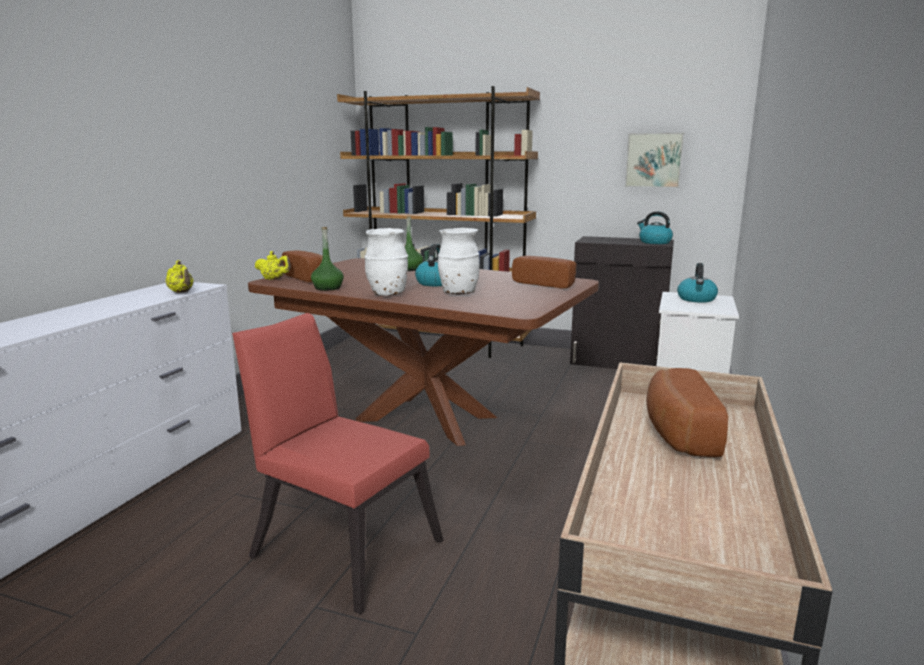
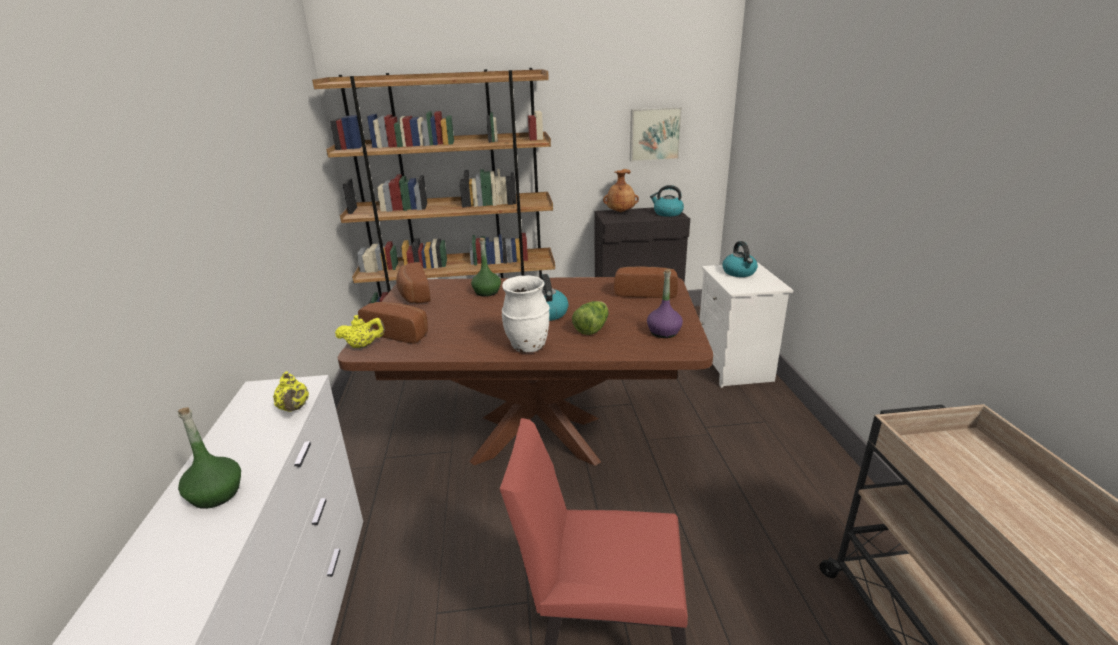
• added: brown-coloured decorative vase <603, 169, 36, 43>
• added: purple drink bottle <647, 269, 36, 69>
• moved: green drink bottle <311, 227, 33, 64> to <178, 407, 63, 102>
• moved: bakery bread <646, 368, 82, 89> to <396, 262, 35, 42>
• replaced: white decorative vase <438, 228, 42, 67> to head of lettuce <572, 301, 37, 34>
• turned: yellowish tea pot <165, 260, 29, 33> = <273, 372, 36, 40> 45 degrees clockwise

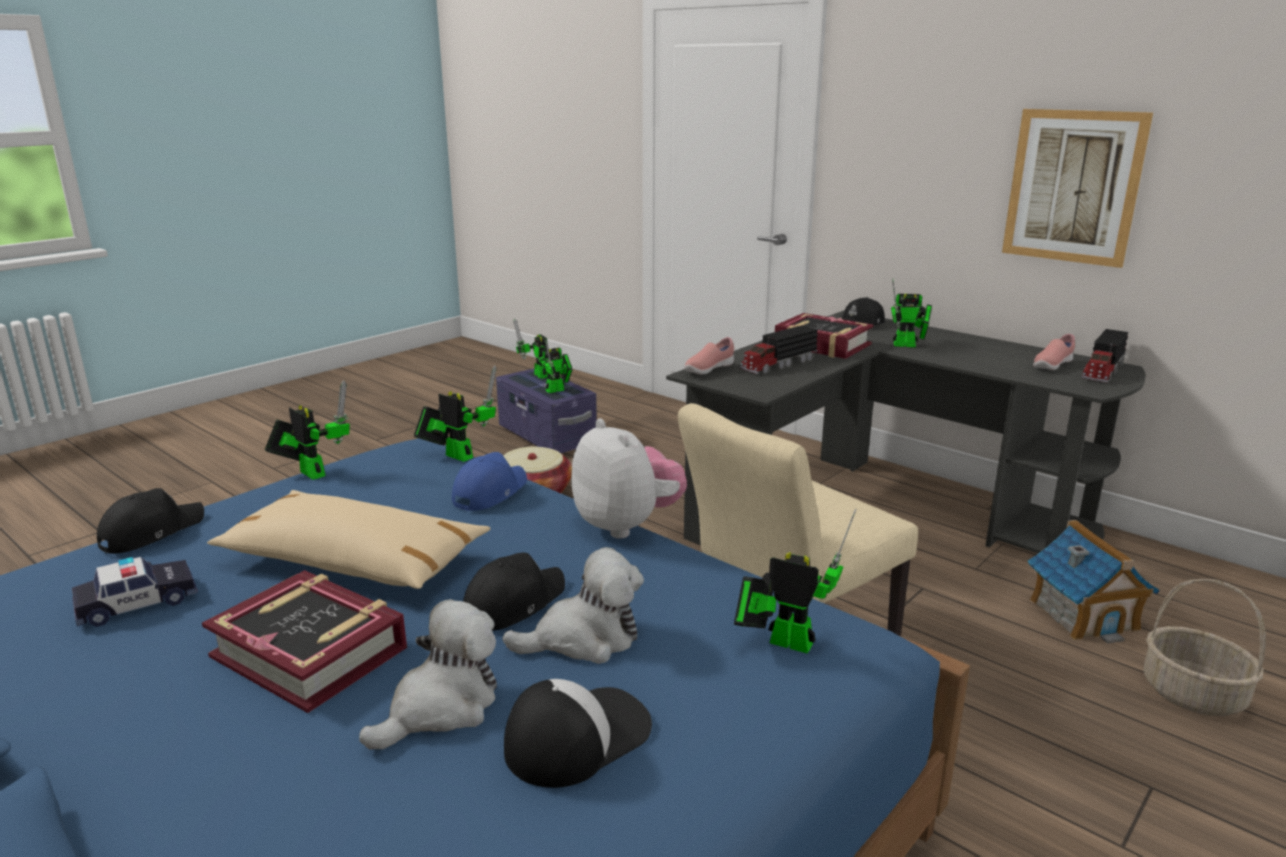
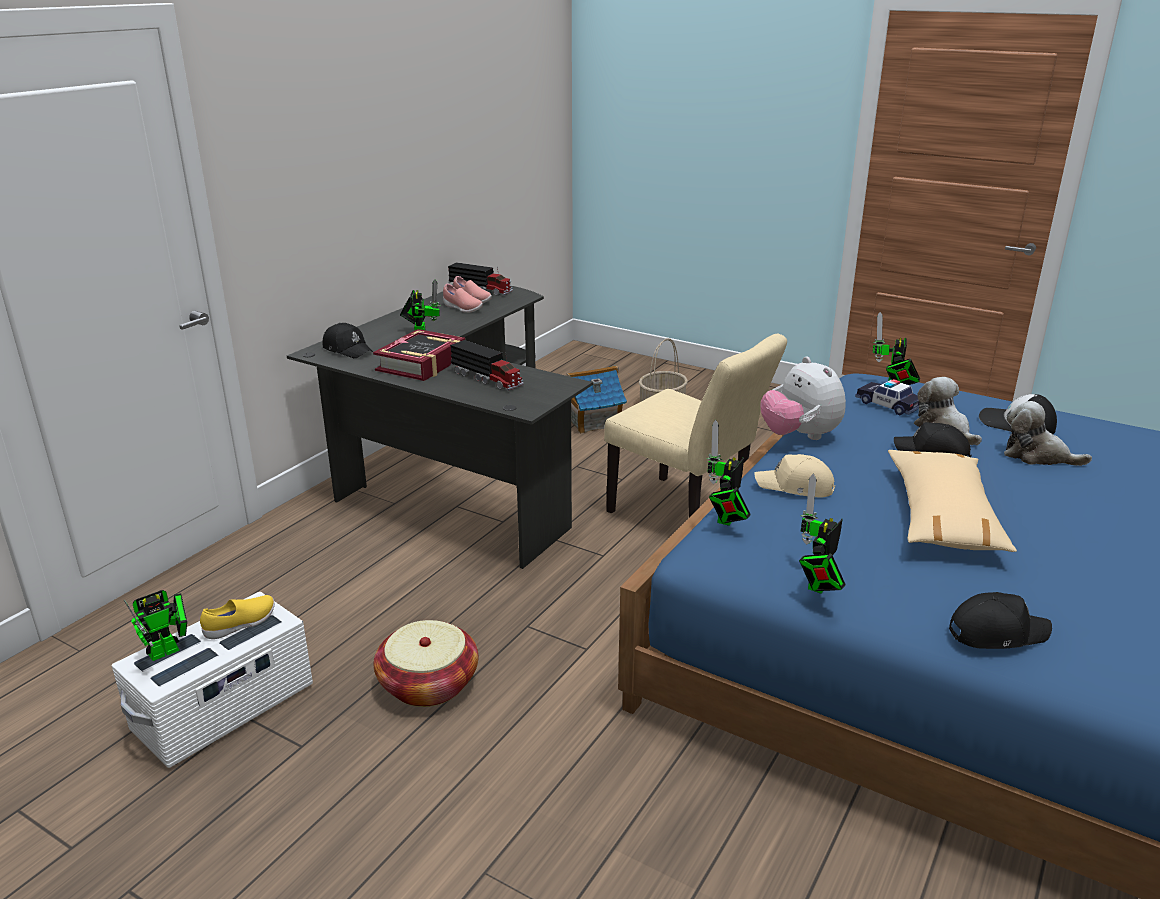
• removed: bound book <202, 570, 205, 143>
• removed: wall picture <1002, 109, 151, 159>
• moved: miniature car <72, 557, 126, 70> to <855, 379, 64, 36>
• moved: pinkish item of footwear <684, 337, 50, 37> to <443, 284, 40, 29>
• replaced: robot figure <541, 340, 32, 53> to yellowish item of footwear <200, 595, 75, 44>
• recoloured: blue-coloured baseball cap <452, 452, 75, 59> to sand-coloured baseball cap <755, 454, 80, 44>
• recoloured: purple storage bin <496, 369, 101, 84> to white storage bin <111, 592, 202, 176>
• turned: black baseball cap <97, 488, 107, 66> = <949, 592, 103, 57> 150 degrees clockwise
• turned: plush toy <571, 418, 116, 121> = <760, 356, 86, 84> 75 degrees counterclockwise

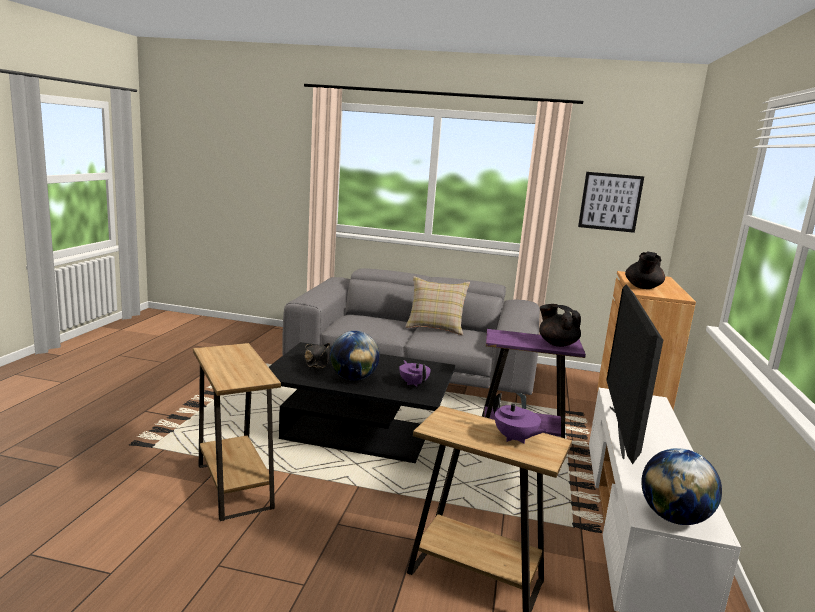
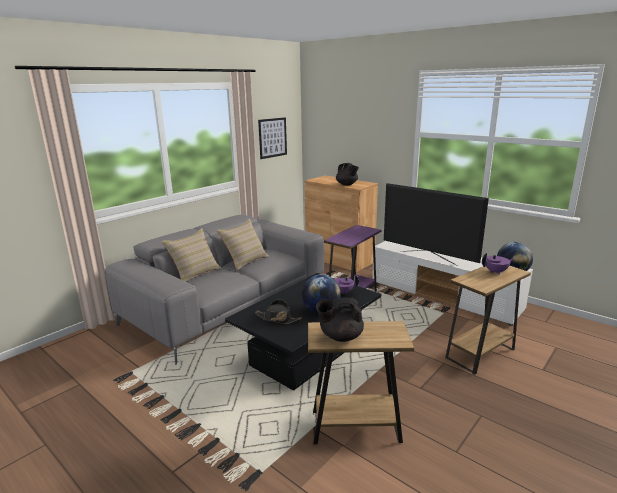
• added: sand-coloured cushion <161, 228, 61, 54>
• moved: black tea pot <539, 304, 42, 43> to <316, 297, 48, 45>

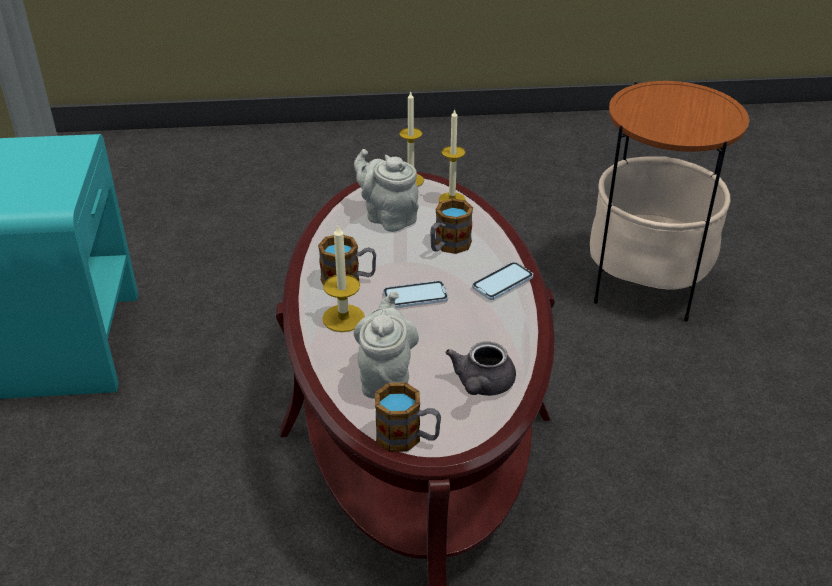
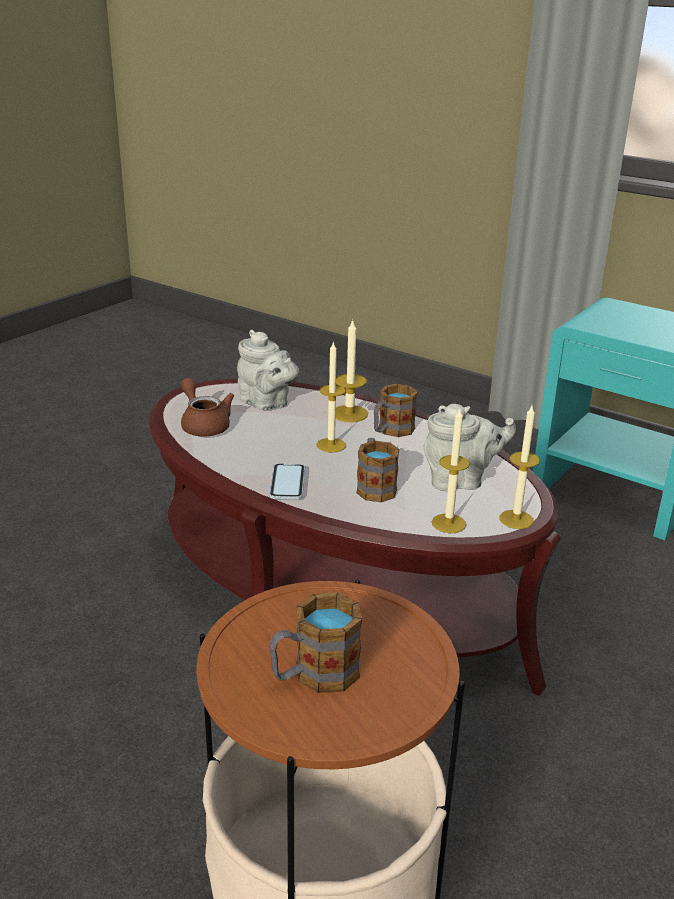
• moved: tea mug <375, 382, 66, 70> to <269, 592, 93, 101>
• replaced: telephone <383, 281, 65, 27> to wax light <317, 341, 29, 111>
• recoloured: greyish tea pot <446, 341, 70, 55> to brown-coloured tea pot <181, 378, 53, 59>

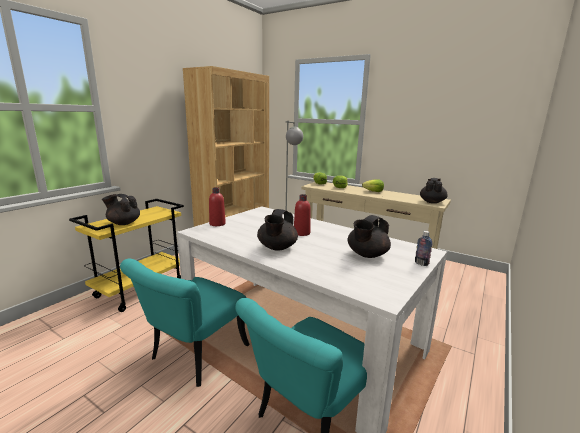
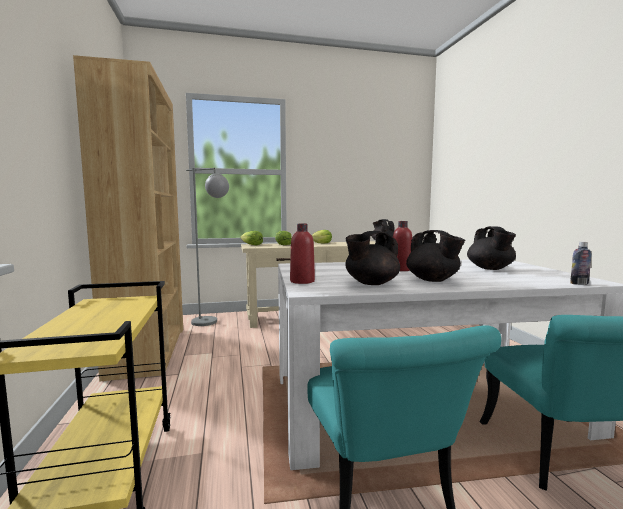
• moved: black tea pot <102, 194, 38, 31> to <345, 231, 55, 54>
• moved: drink bottle <415, 231, 17, 35> to <570, 242, 22, 43>

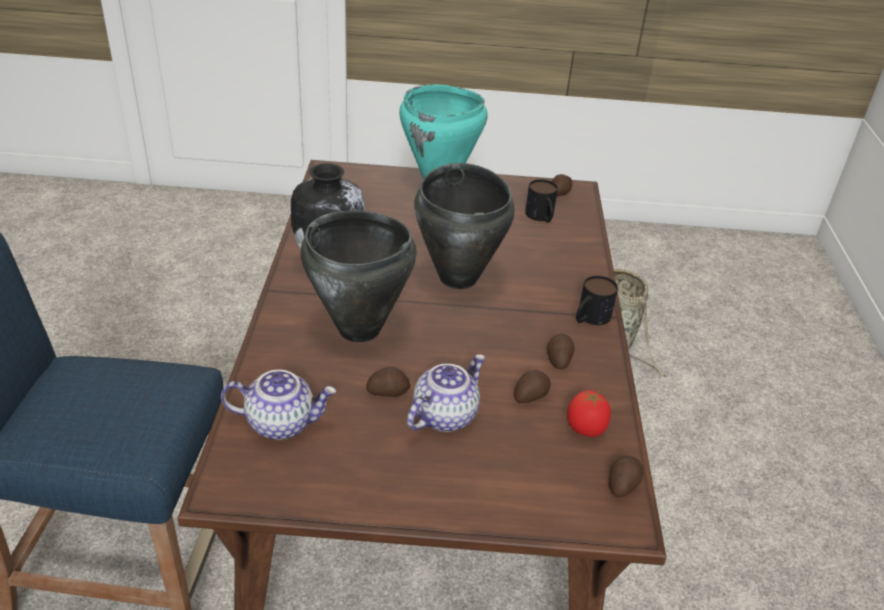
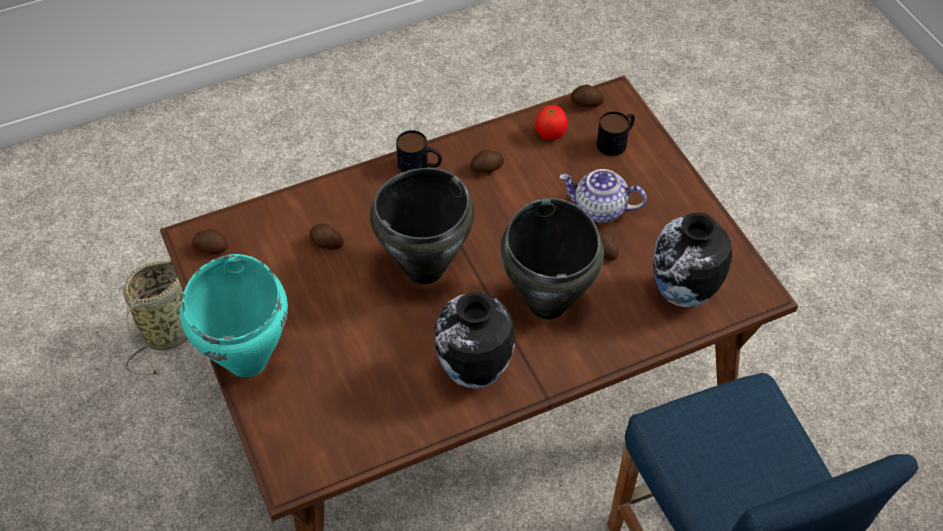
• moved: whole potato <514, 370, 37, 33> to <309, 223, 35, 27>
• moved: tea mug <525, 179, 33, 44> to <597, 111, 38, 45>
• replaced: tea pot <221, 370, 115, 70> to decorative vase <653, 212, 79, 96>

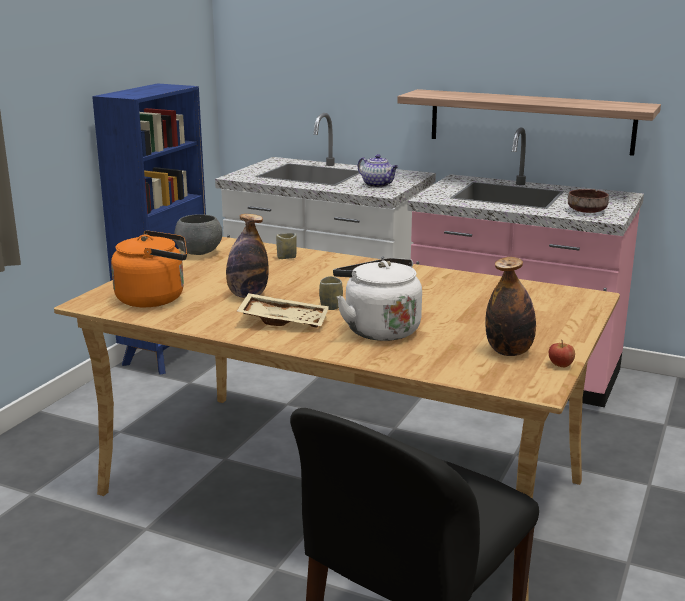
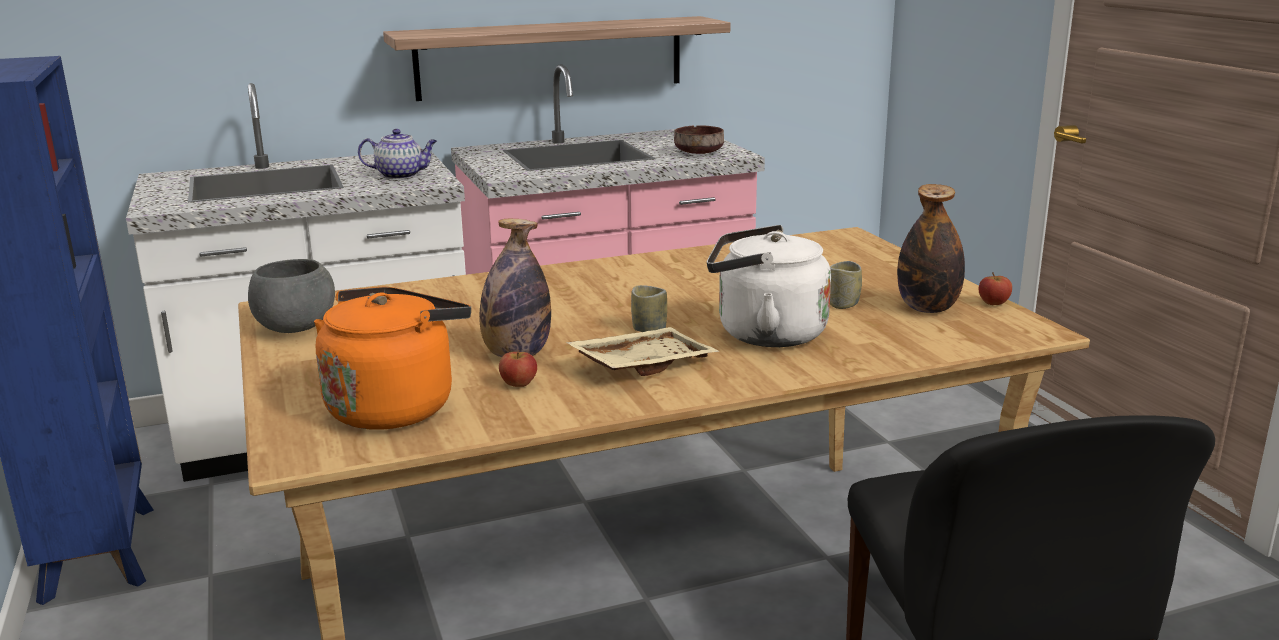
• added: apple fruit <499, 350, 38, 37>
• moved: cup <276, 233, 21, 26> to <830, 261, 32, 48>

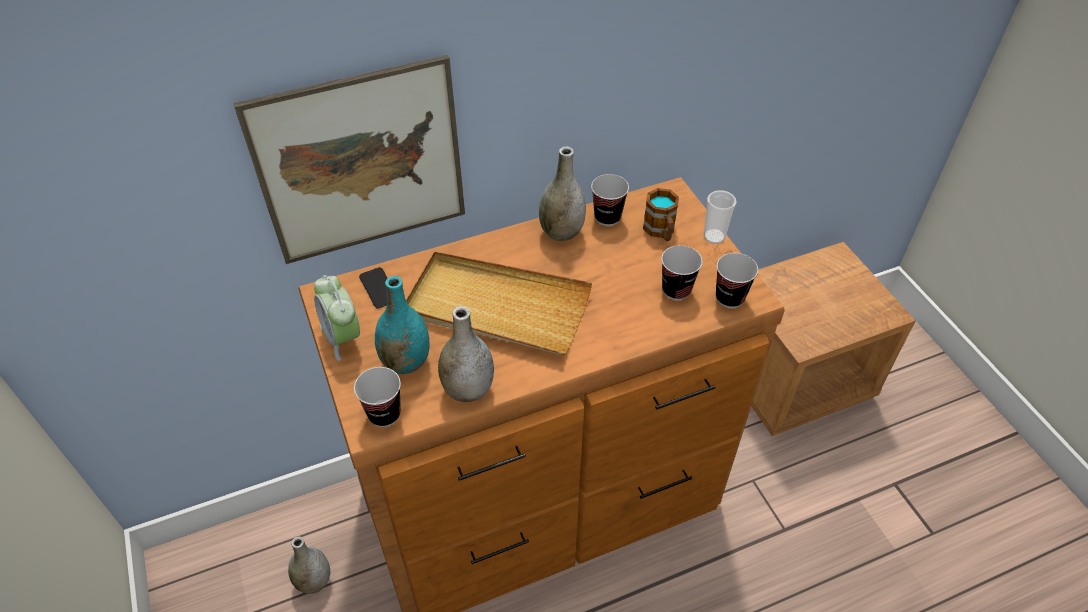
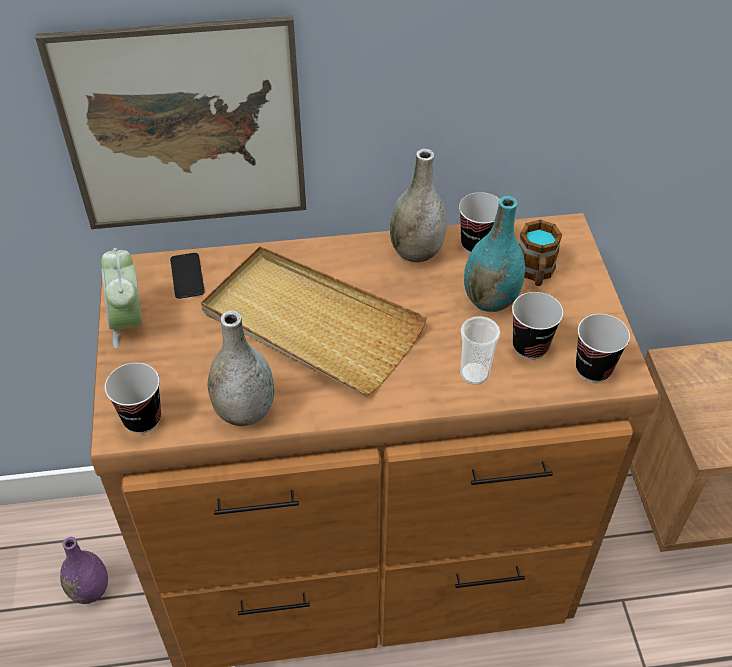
• moved: turquoise decorative vase <375, 276, 55, 98> to <464, 196, 61, 116>
• moved: cup <704, 190, 33, 54> to <460, 316, 40, 69>
• recoloured: greyish decorative vase <288, 537, 42, 57> to purple decorative vase <60, 537, 48, 67>

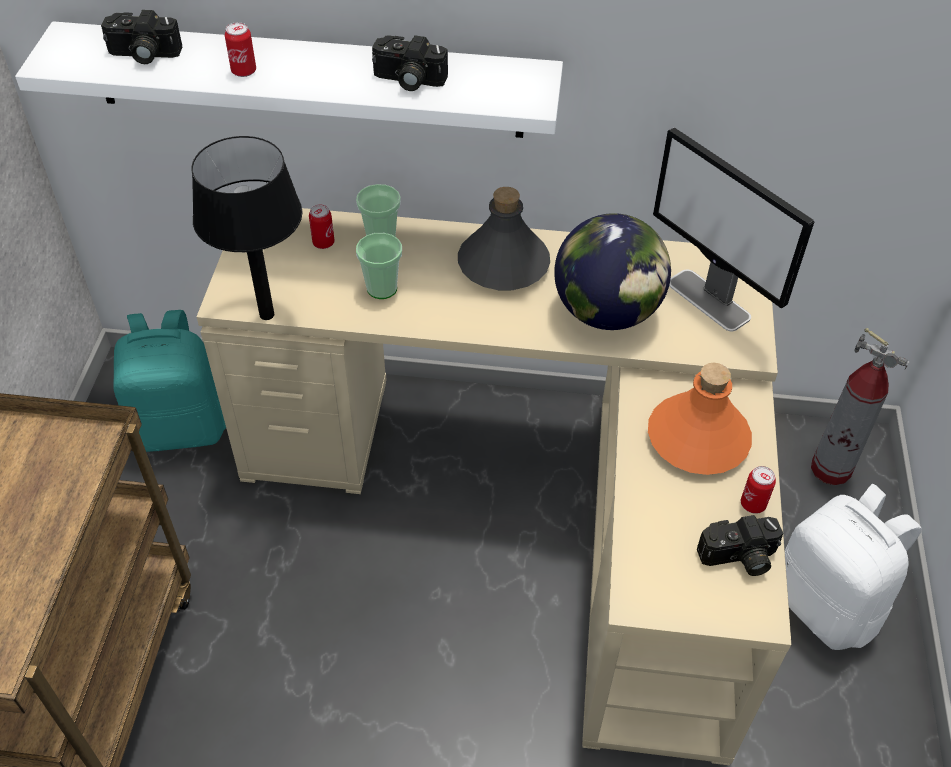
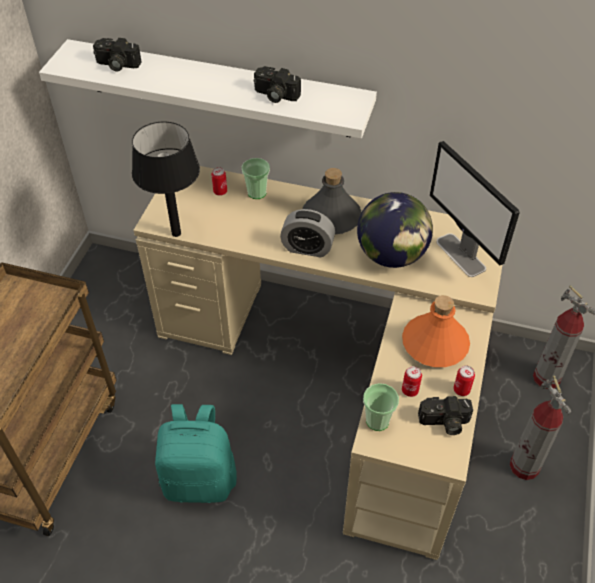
• added: alarm clock <280, 209, 55, 48>
• moved: turquoise knapsack <114, 310, 112, 142> to <155, 404, 82, 99>
• moved: sealed can <225, 22, 31, 55> to <402, 366, 20, 31>
• moved: cup <356, 233, 46, 66> to <363, 383, 36, 48>
• replaced: white knapsack <785, 484, 137, 166> to fire extinguisher <510, 375, 61, 105>

